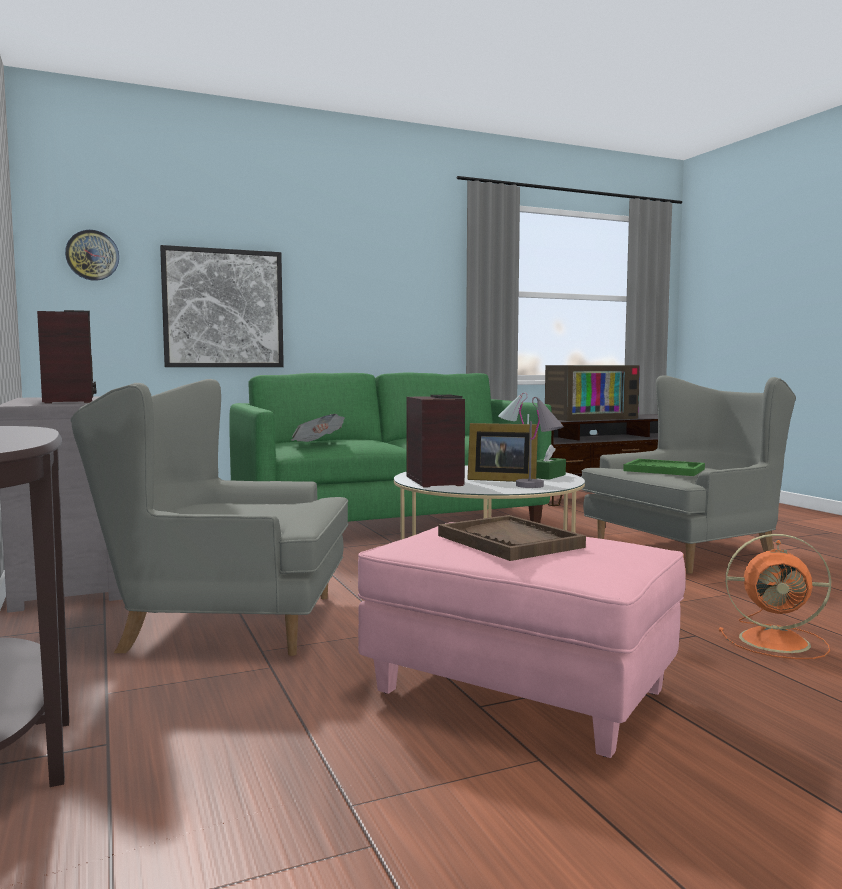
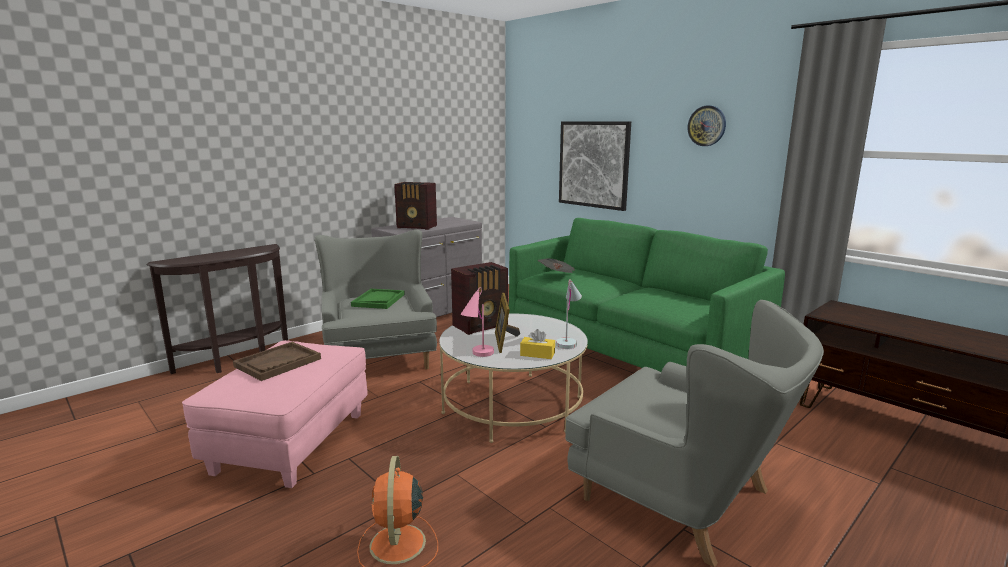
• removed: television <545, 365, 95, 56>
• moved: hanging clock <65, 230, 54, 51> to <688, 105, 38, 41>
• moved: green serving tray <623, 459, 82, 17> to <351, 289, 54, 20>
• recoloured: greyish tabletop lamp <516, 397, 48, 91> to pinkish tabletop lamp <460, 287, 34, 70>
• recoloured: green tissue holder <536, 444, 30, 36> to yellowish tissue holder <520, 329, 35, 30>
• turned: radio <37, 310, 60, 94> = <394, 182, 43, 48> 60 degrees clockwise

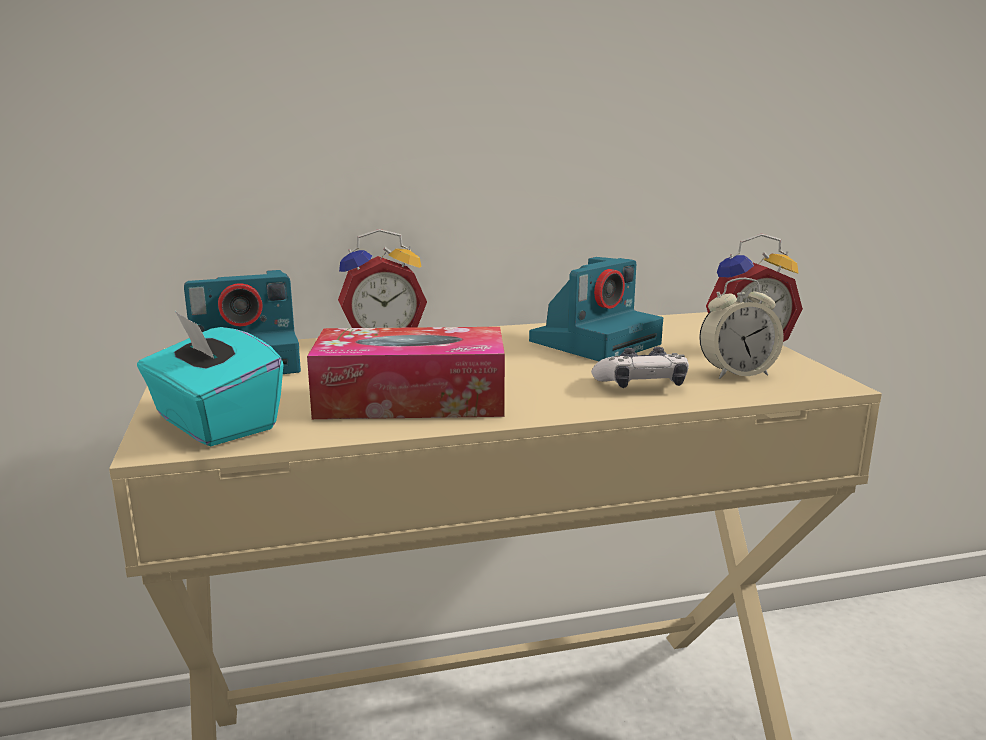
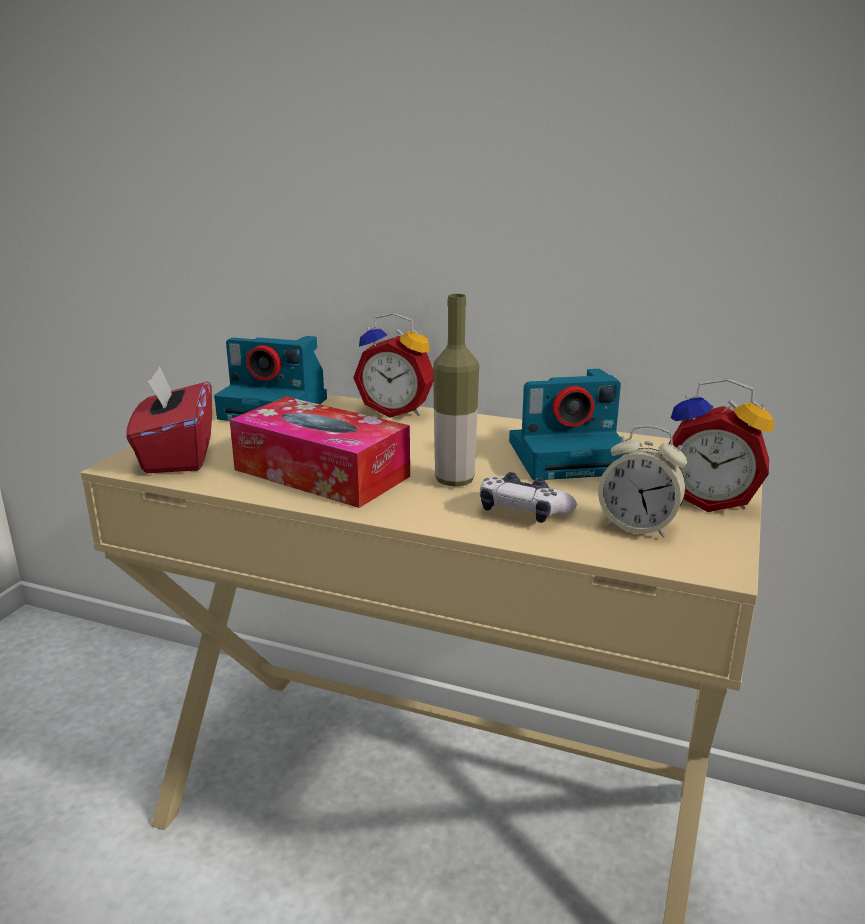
• added: drink bottle <433, 294, 46, 193>
• recoloured: turquoise tissue holder <137, 311, 147, 135> to red tissue holder <126, 366, 86, 107>

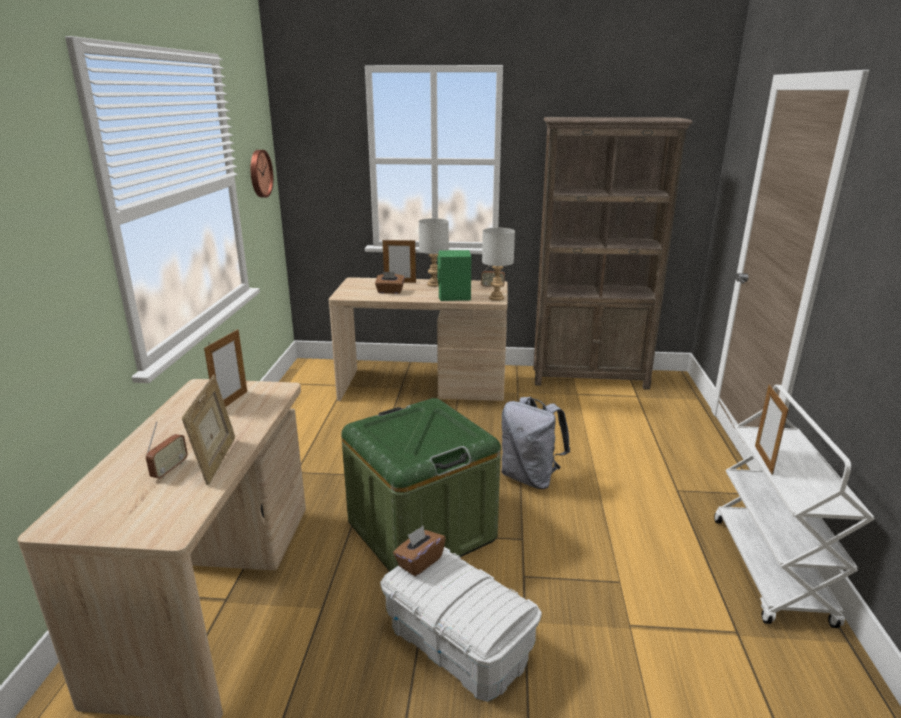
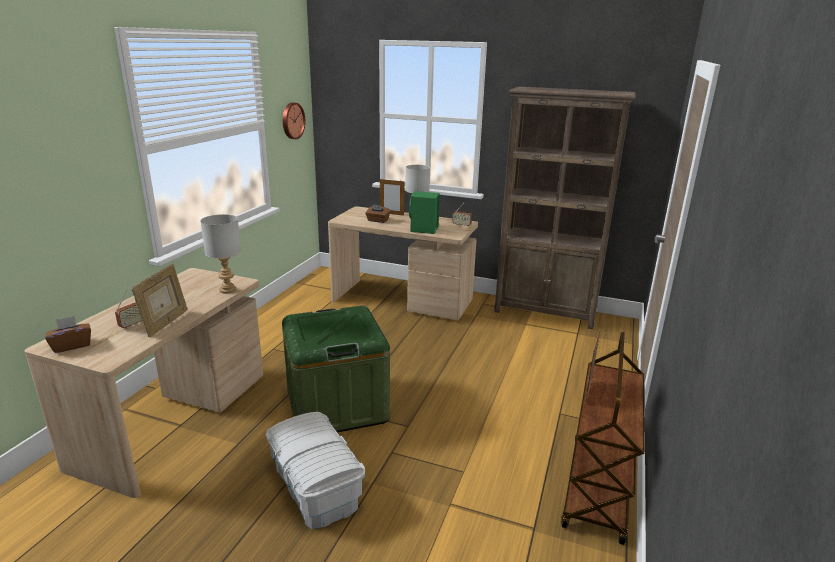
• removed: photo frame <204, 329, 43, 78>
• removed: greyish knapsack <501, 397, 69, 92>
• moved: brown-coloured tissue holder <393, 526, 53, 50> to <45, 316, 46, 37>
• moved: greyish tabletop lamp <482, 228, 33, 73> to <200, 214, 41, 80>
• recoloured: white cart <714, 385, 161, 243> to brown-coloured cart <561, 332, 84, 213>

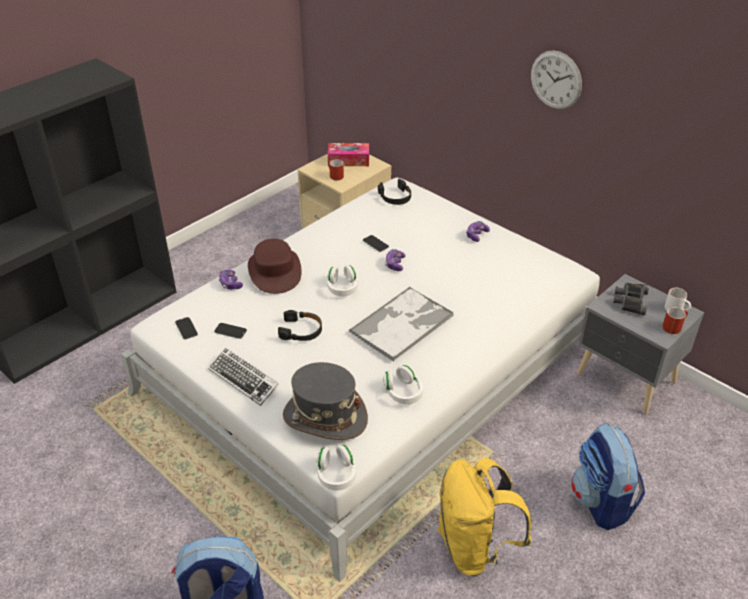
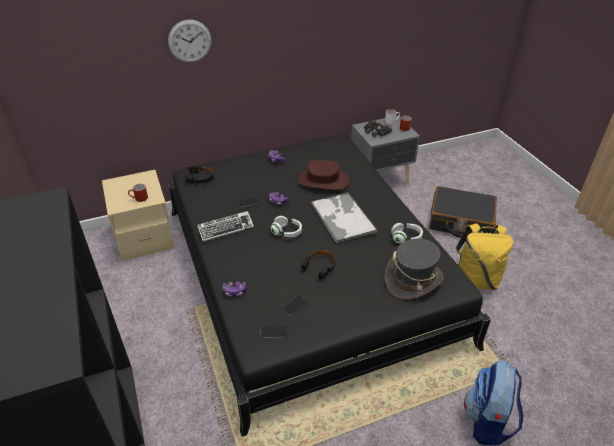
• removed: white pair of headphones <317, 445, 39, 46>
• removed: tissue holder <328, 143, 41, 23>
• moved: computer keyboard <208, 348, 71, 58> to <197, 211, 57, 31>
• moved: brown-coloured clothing hat <248, 239, 54, 55> to <298, 160, 51, 30>
• moved: hanging clock <531, 50, 51, 59> to <168, 20, 44, 43>
• replaced: knapsack <571, 423, 74, 107> to black piece of luggage <429, 186, 68, 52>
• recoloured: white bedroom bed <121, 178, 479, 404> to black bedroom bed <168, 134, 323, 303>

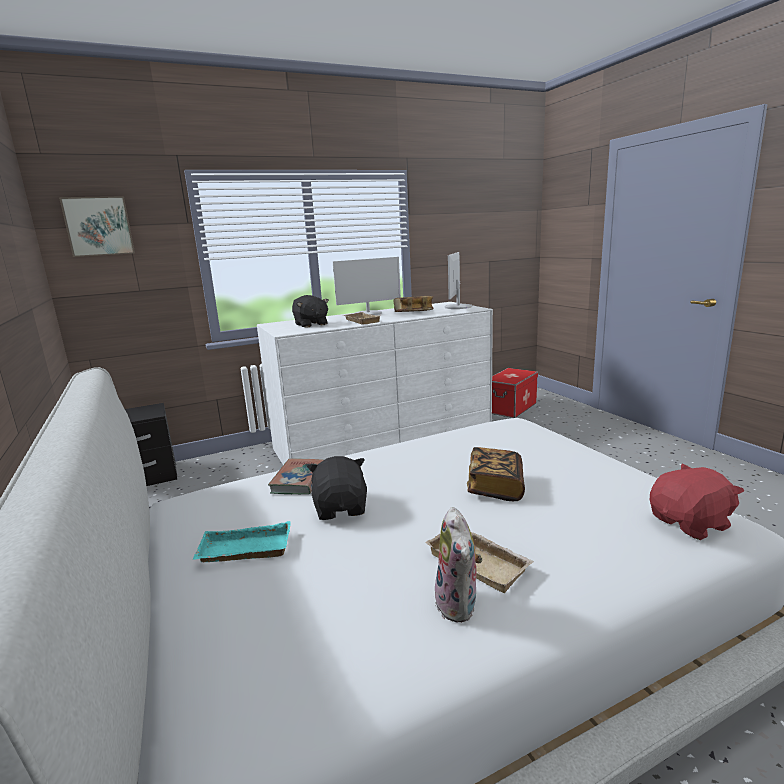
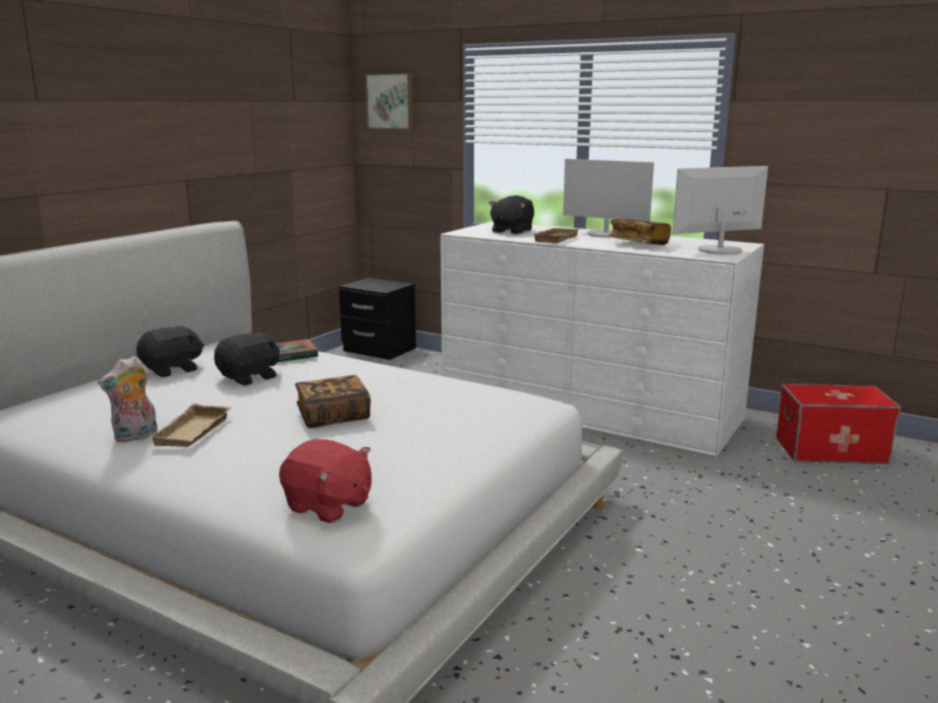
• replaced: turquoise serving tray <193, 521, 98, 41> to black plush toy <136, 327, 68, 50>

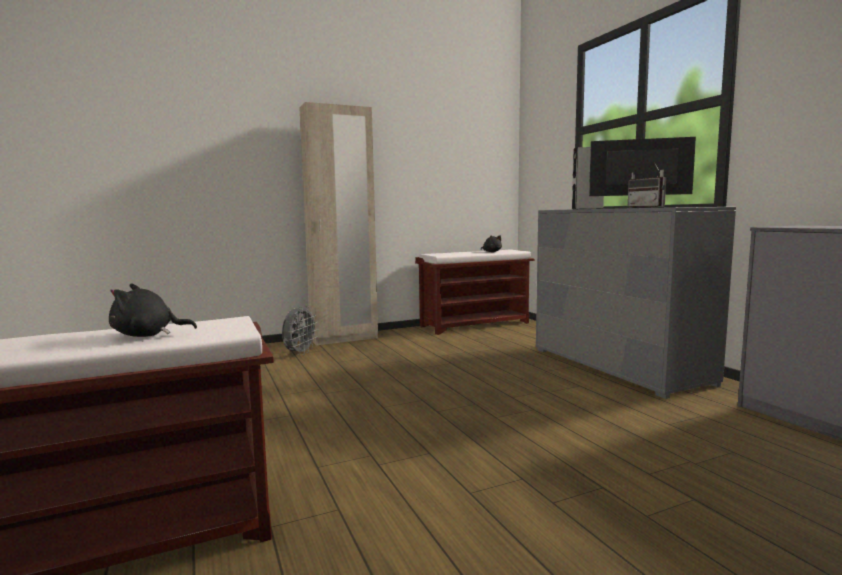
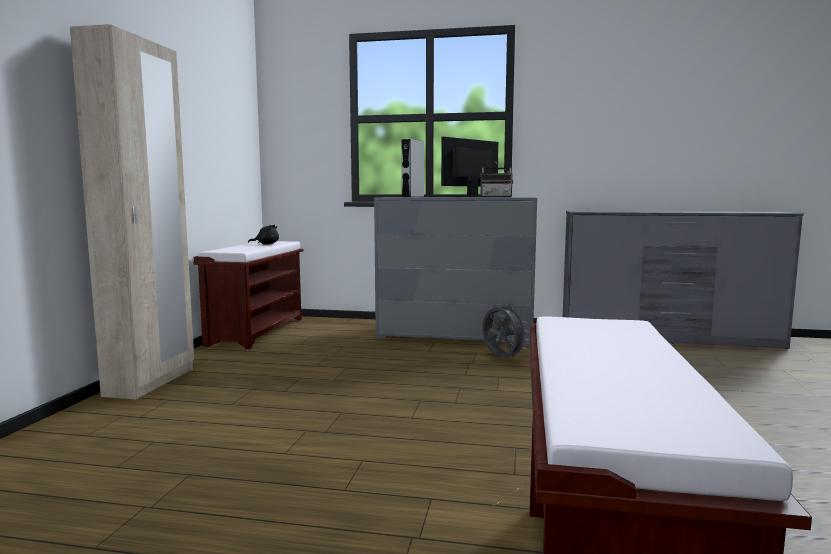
• removed: black plush toy <109, 284, 88, 53>
• moved: greyish electric fan <282, 306, 36, 49> to <482, 303, 47, 56>

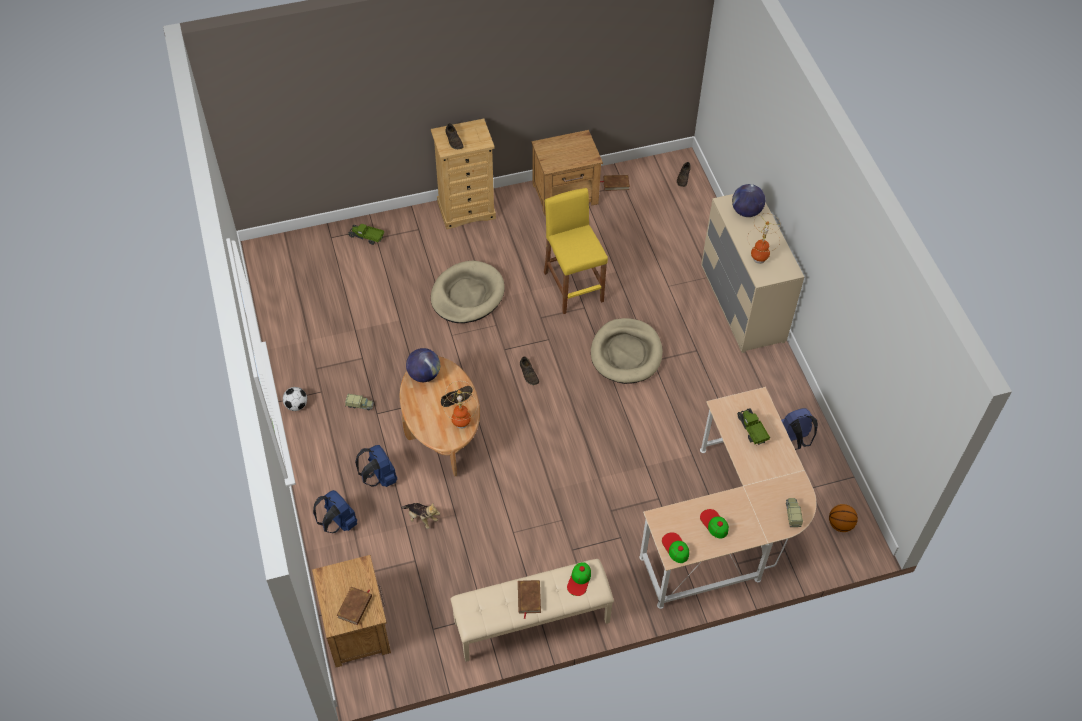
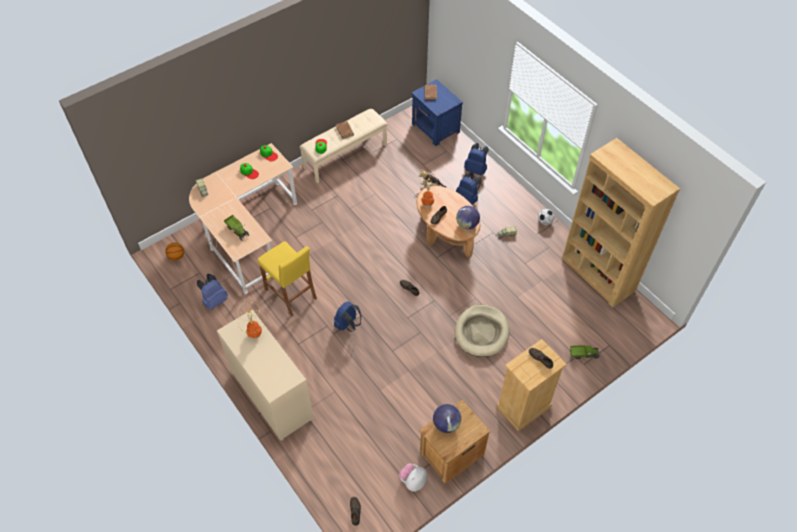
• added: brown-coloured shelving unit <562, 138, 118, 170>
• moved: yellowish sitting stool <544, 188, 64, 126> to <258, 241, 59, 76>
• moved: globe <732, 184, 33, 33> to <433, 404, 28, 29>
• replaced: sand-coloured pet bed <591, 318, 72, 66> to blue-coloured knapsack <334, 301, 27, 31>
• replaced: brown-coloured bound book <600, 175, 30, 16> to plush toy <398, 463, 29, 29>
• recoloured: brown-coloured night table <312, 555, 79, 112> to blue-coloured night table <411, 79, 52, 67>

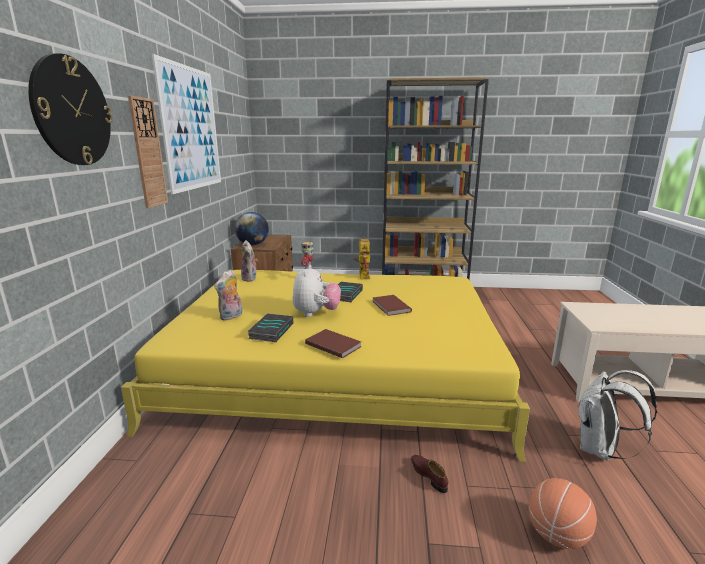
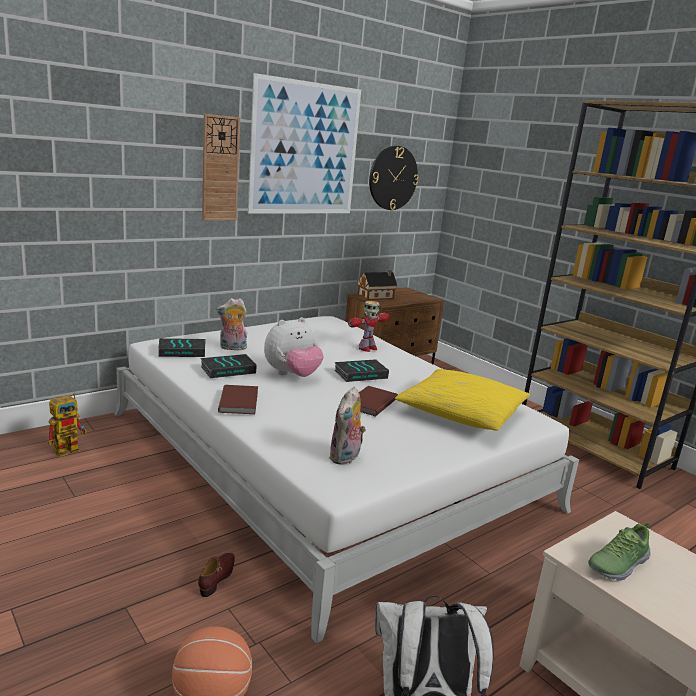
• added: bound book <159, 338, 47, 19>
• added: yellowish cushion <395, 369, 135, 62>
• added: item of footwear <588, 523, 62, 58>
• moved: hanging clock <28, 53, 85, 112> to <369, 146, 50, 64>
• moved: plush toy <241, 240, 17, 42> to <329, 387, 37, 78>
• moved: robot figure <353, 236, 18, 43> to <48, 393, 39, 64>
• replaced: globe <235, 212, 34, 33> to miniature house <357, 270, 41, 30>
• recoloured: yellowish bedroom bed <121, 270, 409, 192> to white bedroom bed <114, 316, 465, 328>

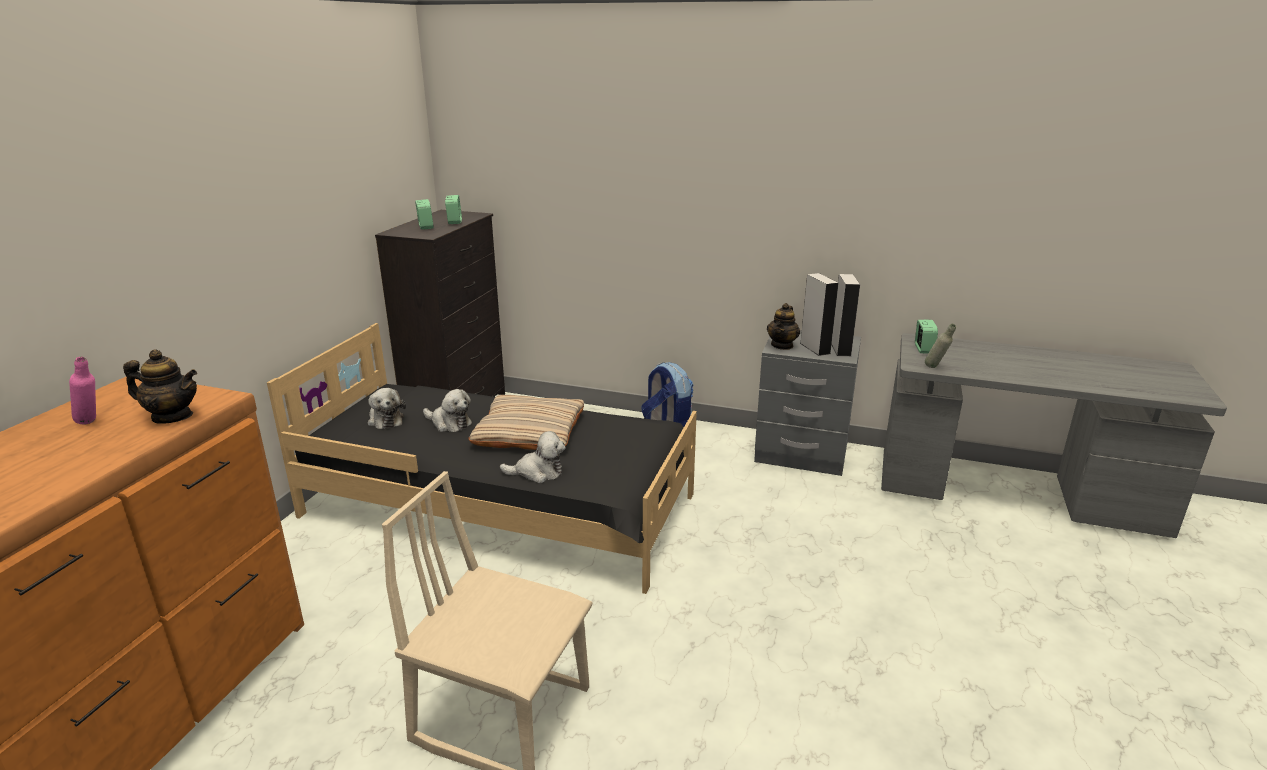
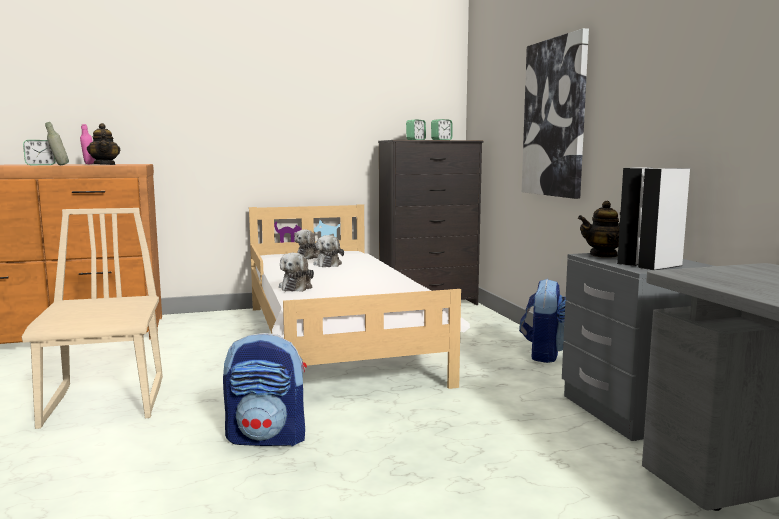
• removed: sand-coloured cushion <468, 395, 116, 55>
• added: knapsack <223, 333, 84, 113>
• added: wall picture <522, 28, 67, 171>
• moved: alarm clock <915, 320, 23, 34> to <23, 140, 32, 25>
• moved: greyish drink bottle <925, 324, 31, 44> to <45, 122, 24, 43>
• recoloured: black bedroom bed <267, 323, 430, 271> to white bedroom bed <249, 204, 221, 185>
• turned: plush toy <500, 431, 65, 52> = <279, 253, 35, 39> 45 degrees clockwise

